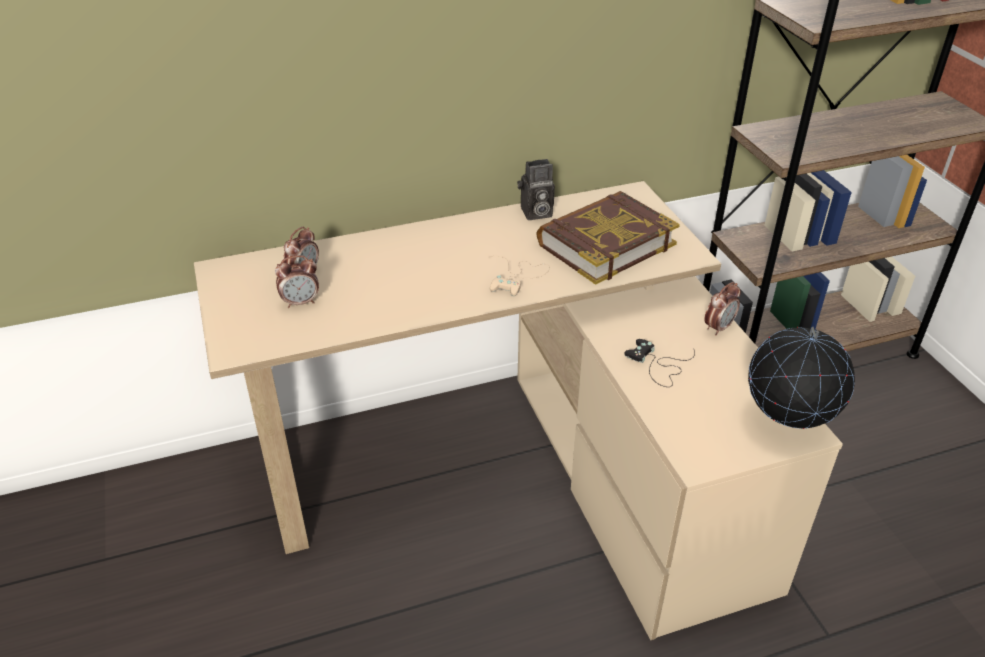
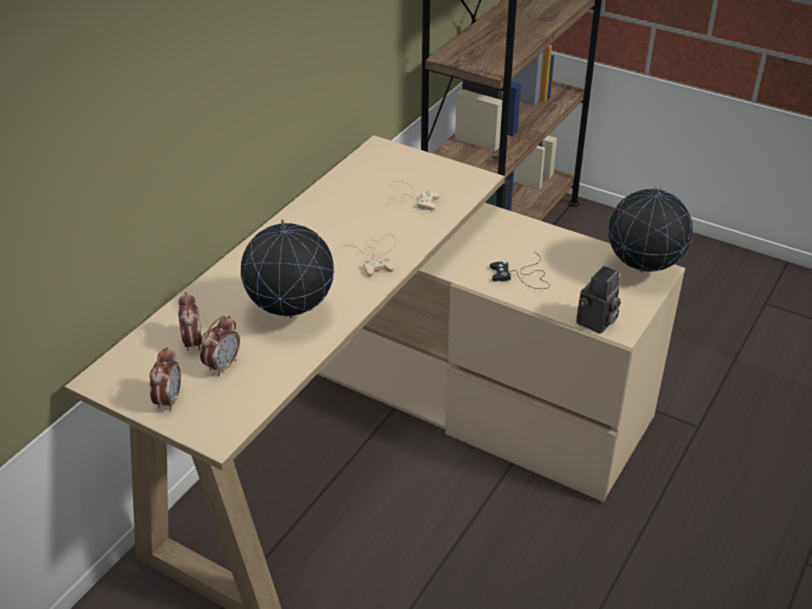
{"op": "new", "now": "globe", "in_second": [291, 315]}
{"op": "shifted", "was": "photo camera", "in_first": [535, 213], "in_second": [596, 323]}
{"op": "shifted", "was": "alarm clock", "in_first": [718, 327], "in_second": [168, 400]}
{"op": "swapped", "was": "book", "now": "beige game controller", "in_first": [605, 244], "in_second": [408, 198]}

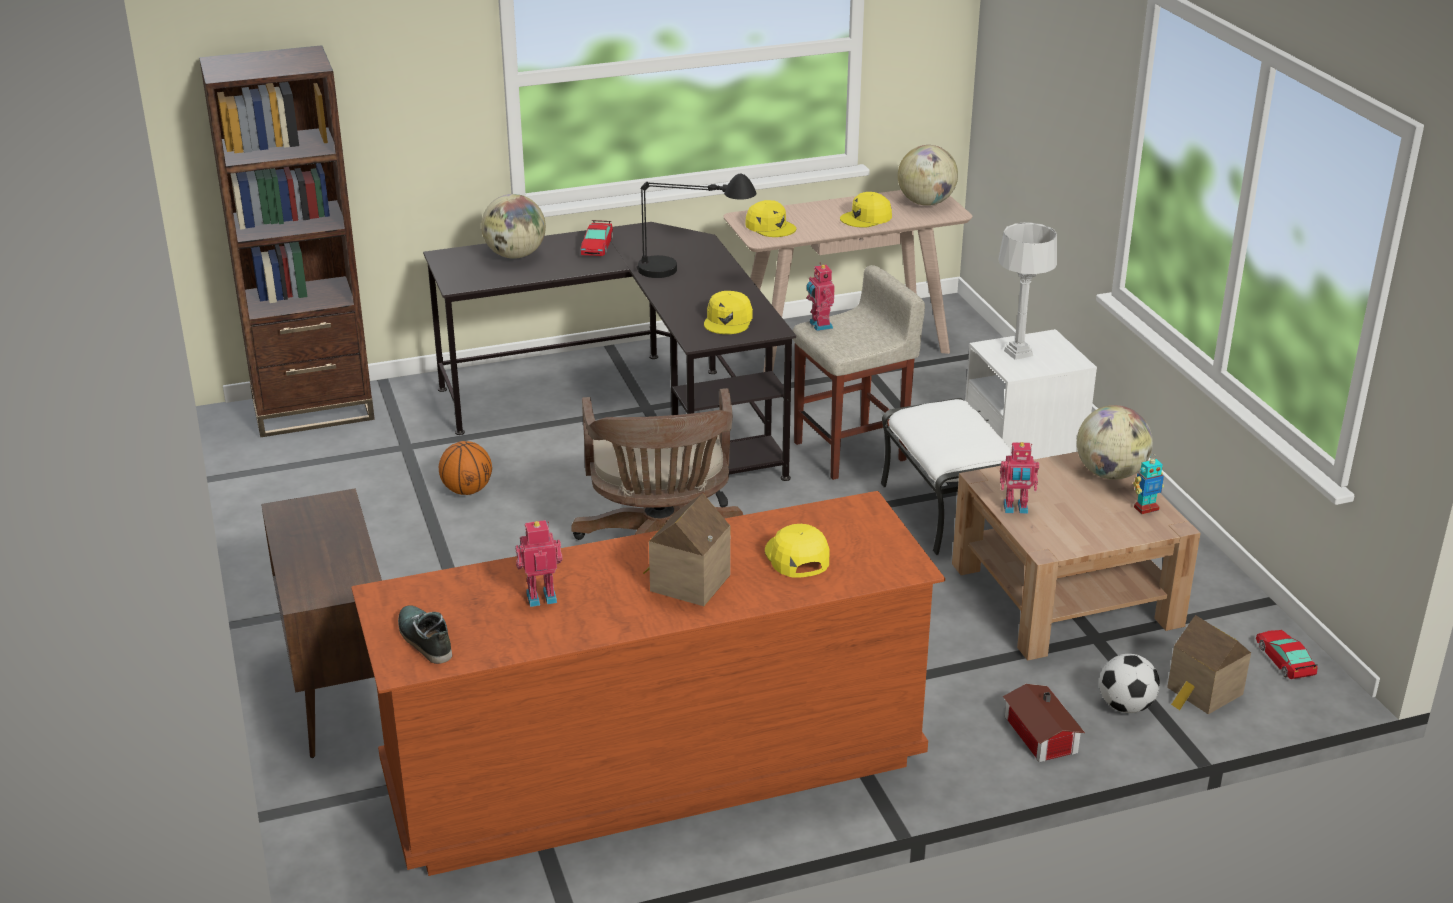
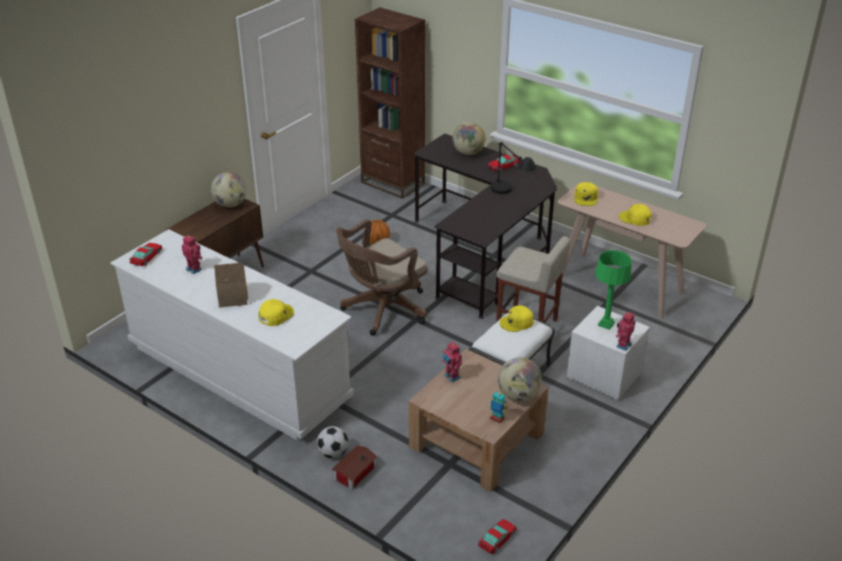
{"op": "gone", "was": "toy house", "in_first": [1203, 693]}
{"op": "shifted", "was": "yellow cap", "in_first": [728, 321], "in_second": [517, 322]}
{"op": "shifted", "was": "toy robot", "in_first": [819, 325], "in_second": [622, 345]}
{"op": "shifted", "was": "globe", "in_first": [926, 203], "in_second": [230, 204]}
{"op": "shifted", "was": "football", "in_first": [1126, 706], "in_second": [333, 453]}
{"op": "swapped", "was": "shoe", "now": "toy car", "in_first": [424, 639], "in_second": [146, 257]}
{"op": "repainted", "was": "brown dresser", "now": "white dresser", "in_first": [654, 768], "in_second": [238, 372]}
{"op": "repainted", "was": "grey table lamp", "now": "green table lamp", "in_first": [1018, 353], "in_second": [606, 324]}

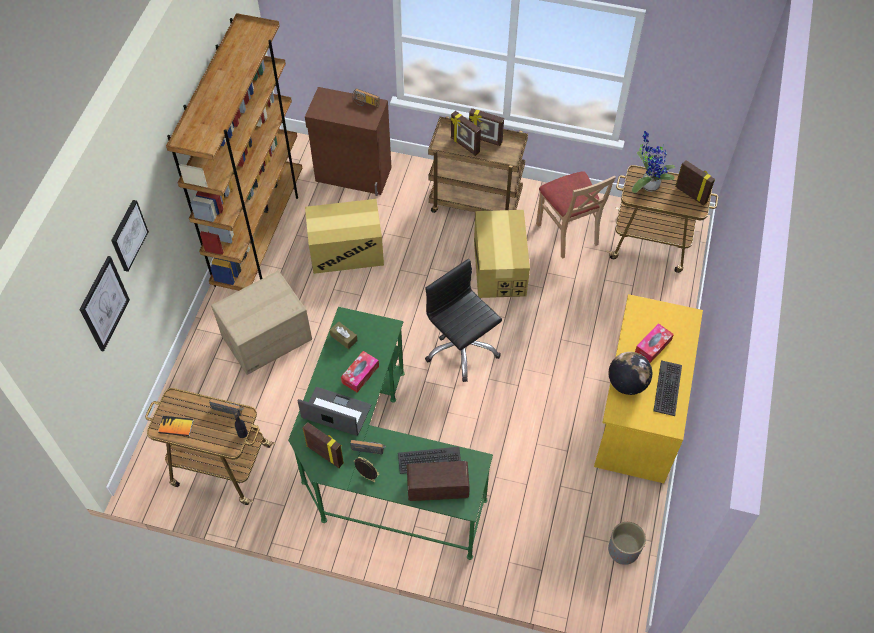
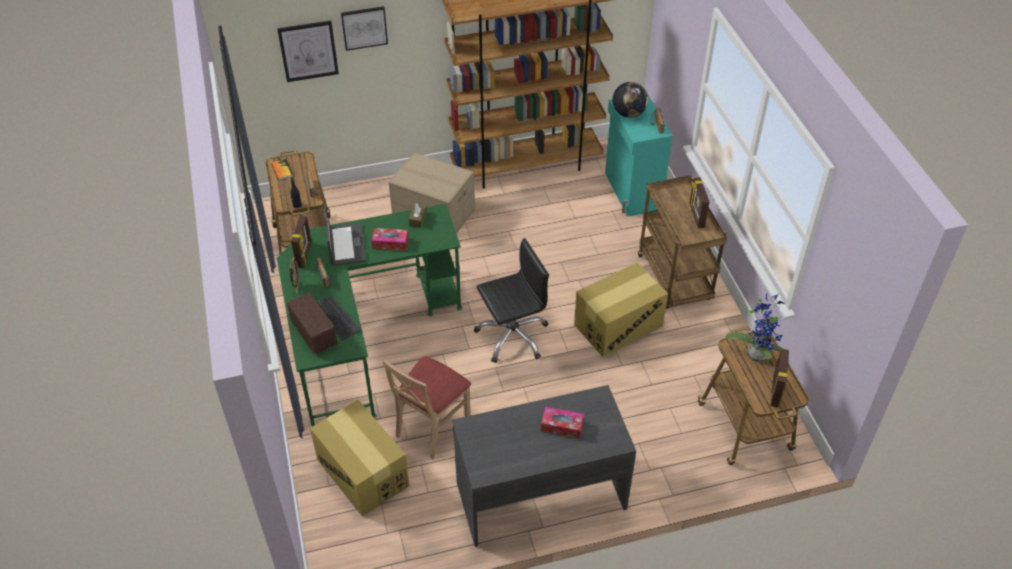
{"op": "gone", "was": "picture frame", "in_first": [464, 146]}
{"op": "gone", "was": "grey planter", "in_first": [623, 550]}
{"op": "gone", "was": "keyboard", "in_first": [668, 388]}
{"op": "shifted", "was": "cardboard box", "in_first": [346, 250], "in_second": [362, 472]}
{"op": "shifted", "was": "beige chair", "in_first": [568, 233], "in_second": [431, 428]}
{"op": "shifted", "was": "globe", "in_first": [627, 383], "in_second": [628, 113]}
{"op": "repainted", "was": "brown cabinet", "now": "turquoise cabinet", "in_first": [353, 175], "in_second": [631, 191]}
{"op": "repainted", "was": "yellow desk", "now": "grey desk", "in_first": [638, 411], "in_second": [540, 494]}
{"op": "rotated", "was": "black office chair", "in_first": [461, 348], "in_second": [512, 336], "clockwise": 45}

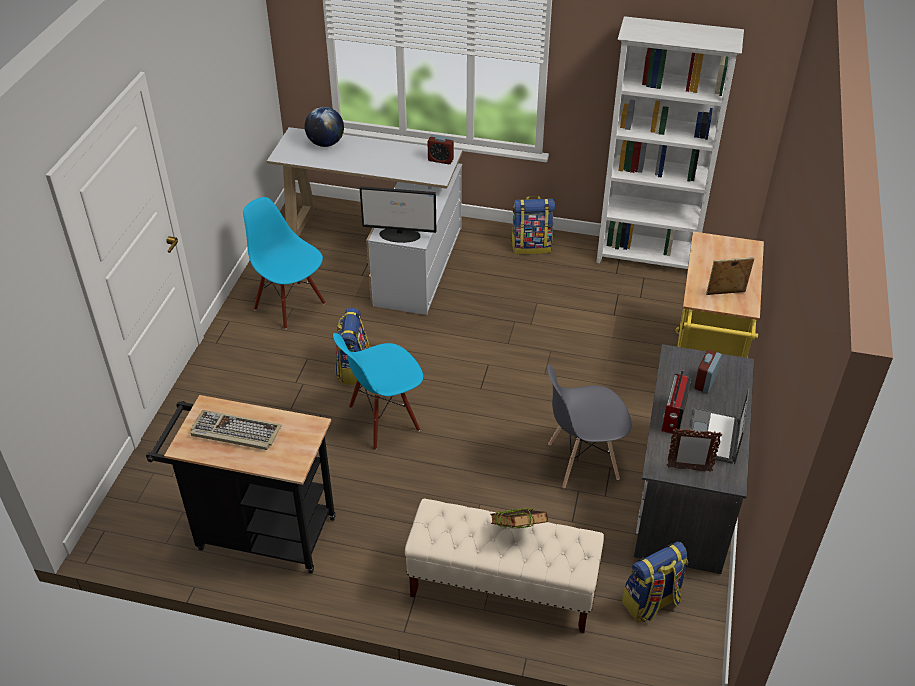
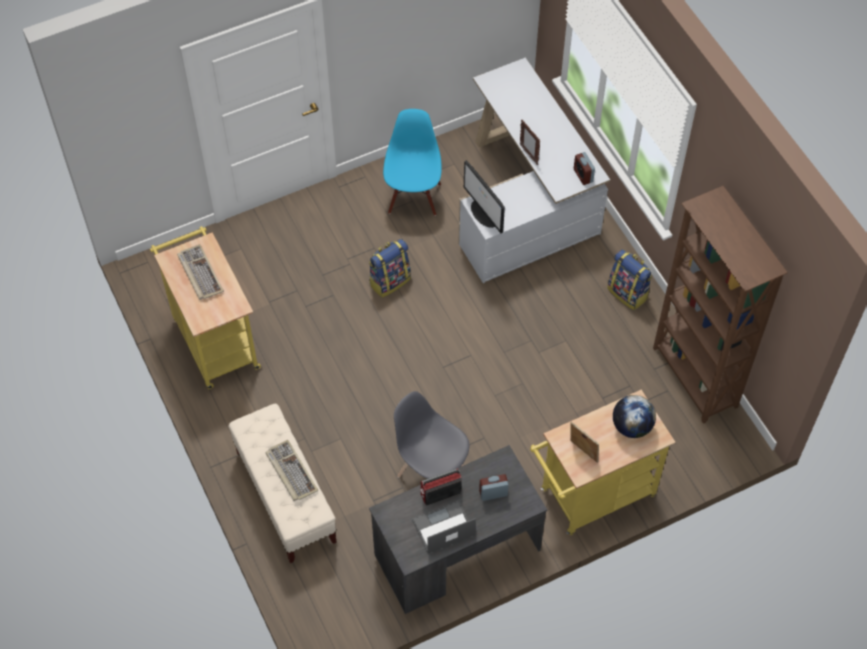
{"op": "gone", "was": "blue chair", "in_first": [383, 420]}
{"op": "gone", "was": "backpack", "in_first": [651, 603]}
{"op": "shifted", "was": "globe", "in_first": [326, 143], "in_second": [631, 426]}
{"op": "shifted", "was": "picture frame", "in_first": [688, 469], "in_second": [528, 154]}
{"op": "swapped", "was": "book", "now": "keyboard", "in_first": [517, 533], "in_second": [290, 472]}
{"op": "repainted", "was": "black cart", "now": "yellow cart", "in_first": [258, 533], "in_second": [213, 338]}
{"op": "repainted", "was": "white bookcase", "now": "brown bookcase", "in_first": [647, 258], "in_second": [694, 378]}

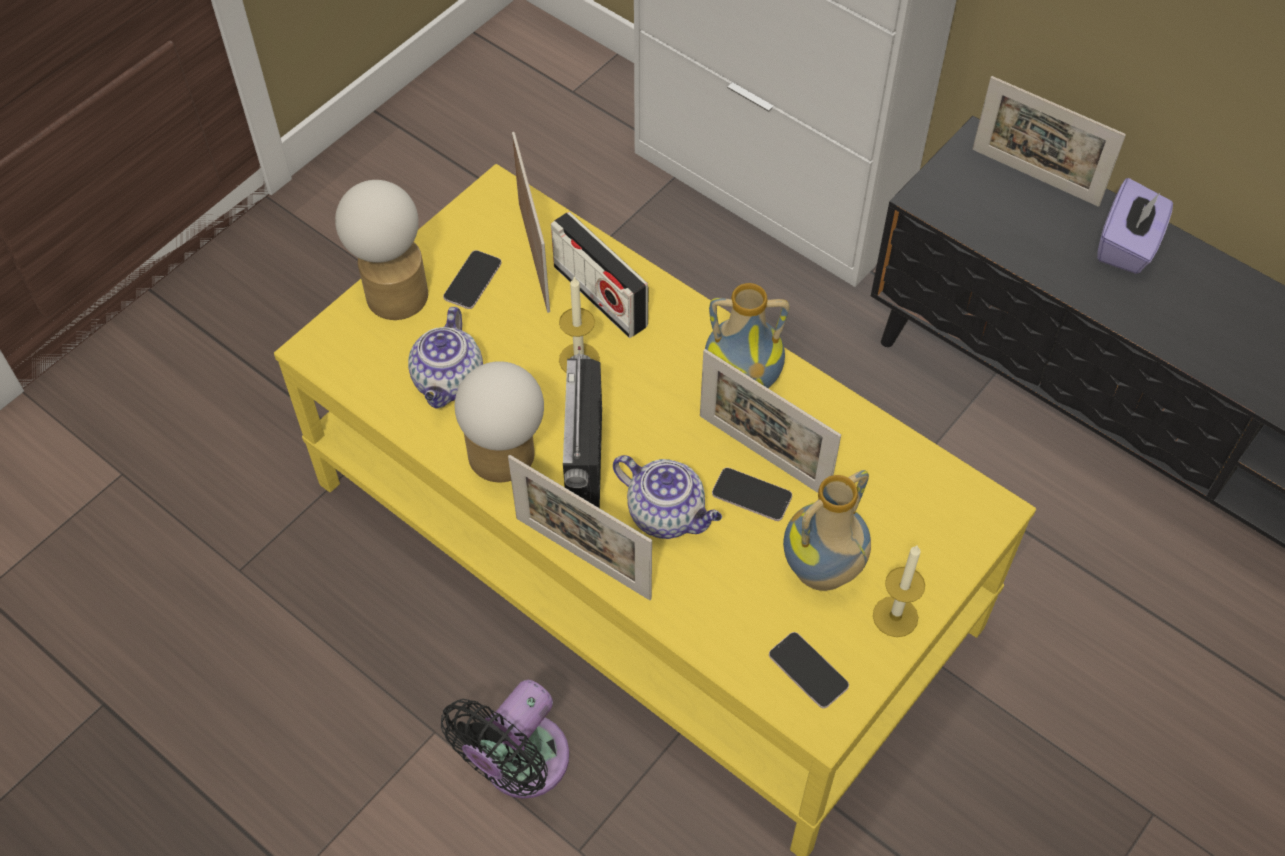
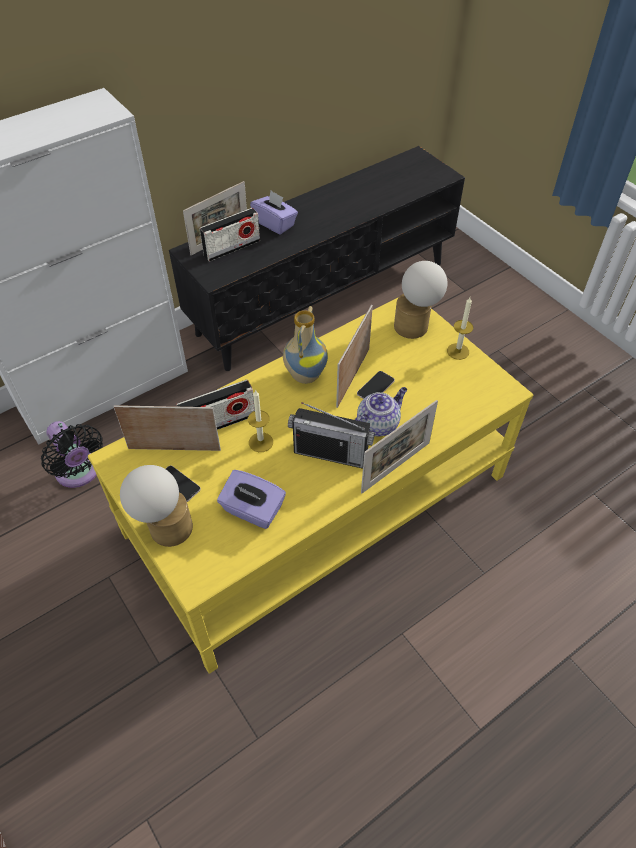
{"op": "gone", "was": "phone", "in_first": [808, 670]}
{"op": "gone", "was": "vase", "in_first": [822, 572]}
{"op": "new", "now": "radio", "in_second": [232, 248]}
{"op": "shifted", "was": "black fan", "in_first": [518, 764], "in_second": [79, 473]}
{"op": "shifted", "was": "table lamp", "in_first": [504, 463], "in_second": [416, 326]}
{"op": "swapped", "was": "teapot", "now": "purple tissue box", "in_first": [449, 382], "in_second": [252, 510]}
{"op": "rotated", "was": "picture frame", "in_first": [763, 456], "in_second": [353, 377], "clockwise": 150}

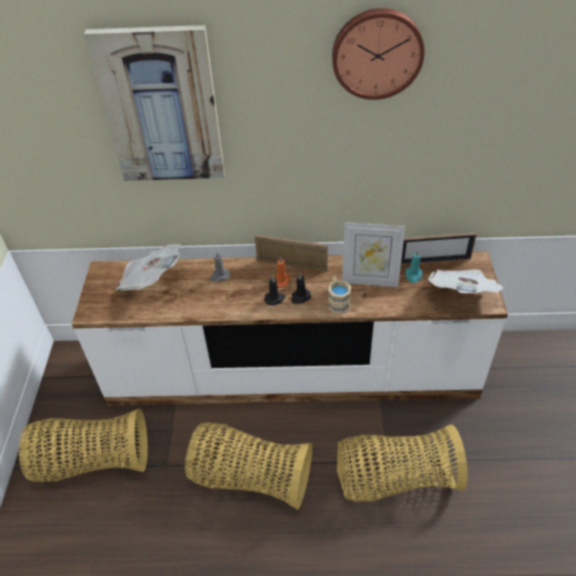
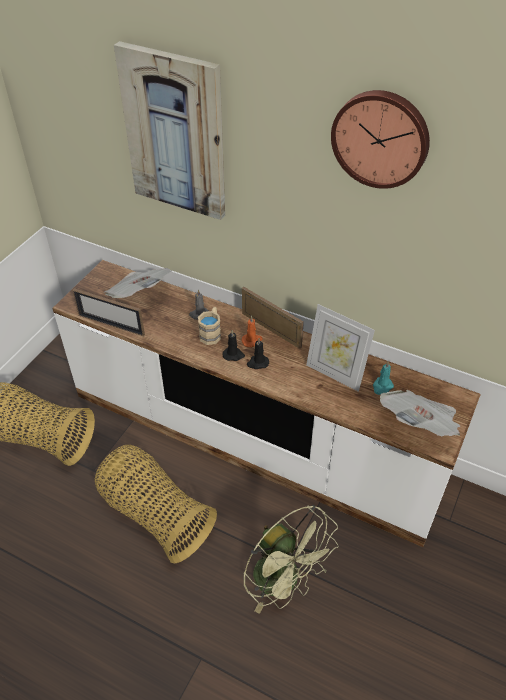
{"op": "shifted", "was": "beige mug", "in_first": [337, 302], "in_second": [211, 333]}
{"op": "shifted", "was": "picture frame", "in_first": [434, 261], "in_second": [111, 324]}
{"op": "swapped", "was": "basket", "now": "green fan", "in_first": [394, 478], "in_second": [284, 582]}

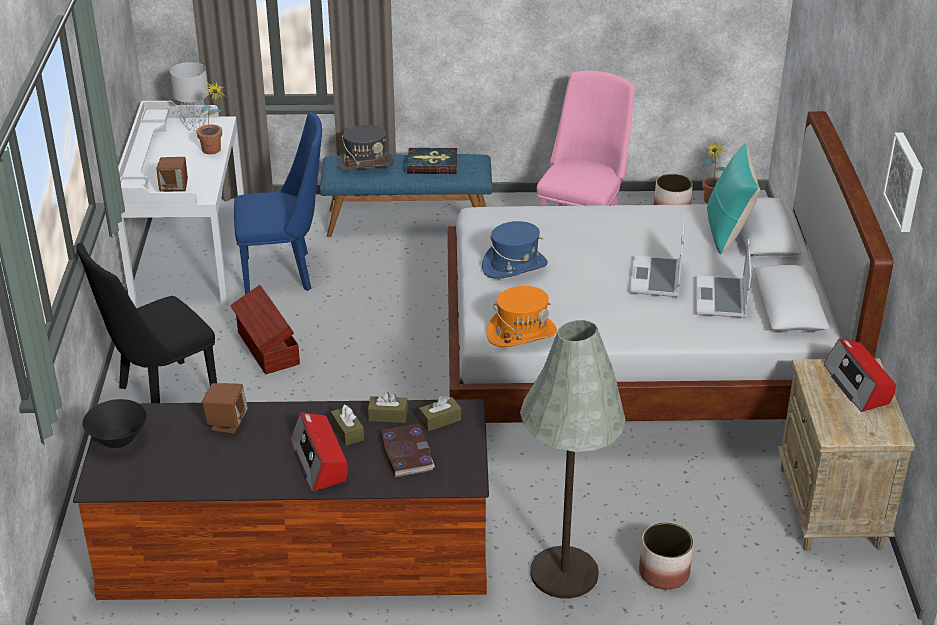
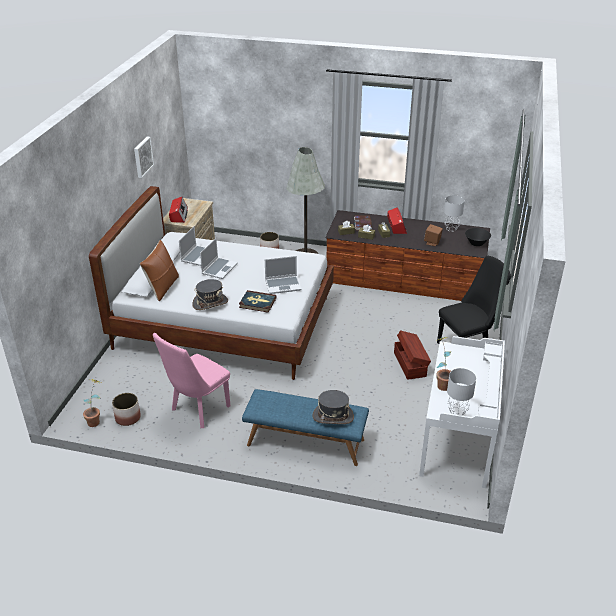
{"op": "gone", "was": "brown speaker", "in_first": [175, 190]}
{"op": "gone", "was": "blue chair", "in_first": [285, 272]}
{"op": "gone", "was": "orange hat", "in_first": [521, 333]}
{"op": "new", "now": "grey hat", "in_second": [210, 303]}
{"op": "new", "now": "grey table lamp", "in_second": [451, 229]}
{"op": "shifted", "was": "book", "in_first": [432, 164], "in_second": [257, 303]}
{"op": "swapped", "was": "blue hat", "now": "laptop", "in_first": [514, 266], "in_second": [283, 285]}
{"op": "repainted", "was": "turquoise pillow", "now": "brown pillow", "in_first": [727, 231], "in_second": [162, 288]}

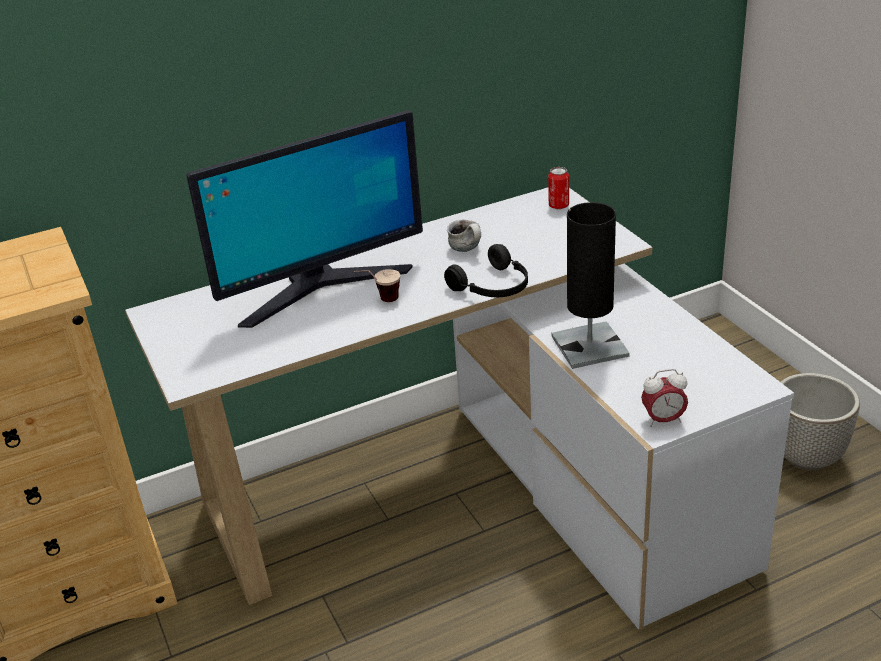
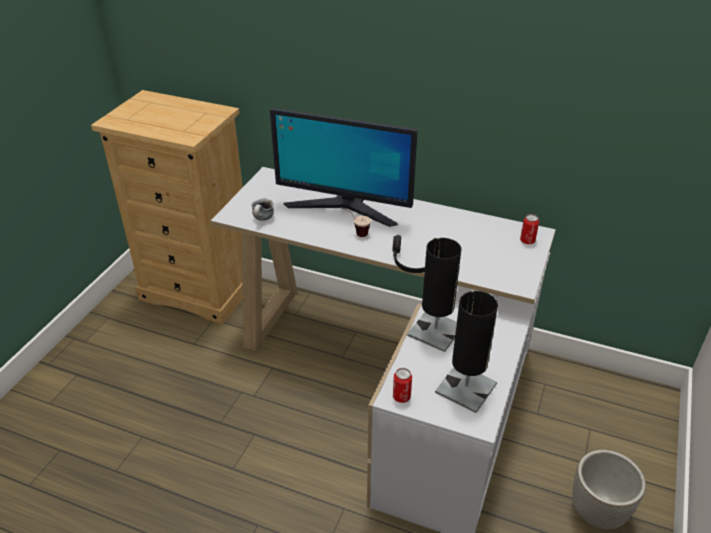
{"op": "new", "now": "black table lamp", "in_second": [466, 388]}
{"op": "shifted", "was": "mug", "in_first": [468, 249], "in_second": [263, 219]}
{"op": "swapped", "was": "alarm clock", "now": "can", "in_first": [663, 420], "in_second": [401, 397]}

